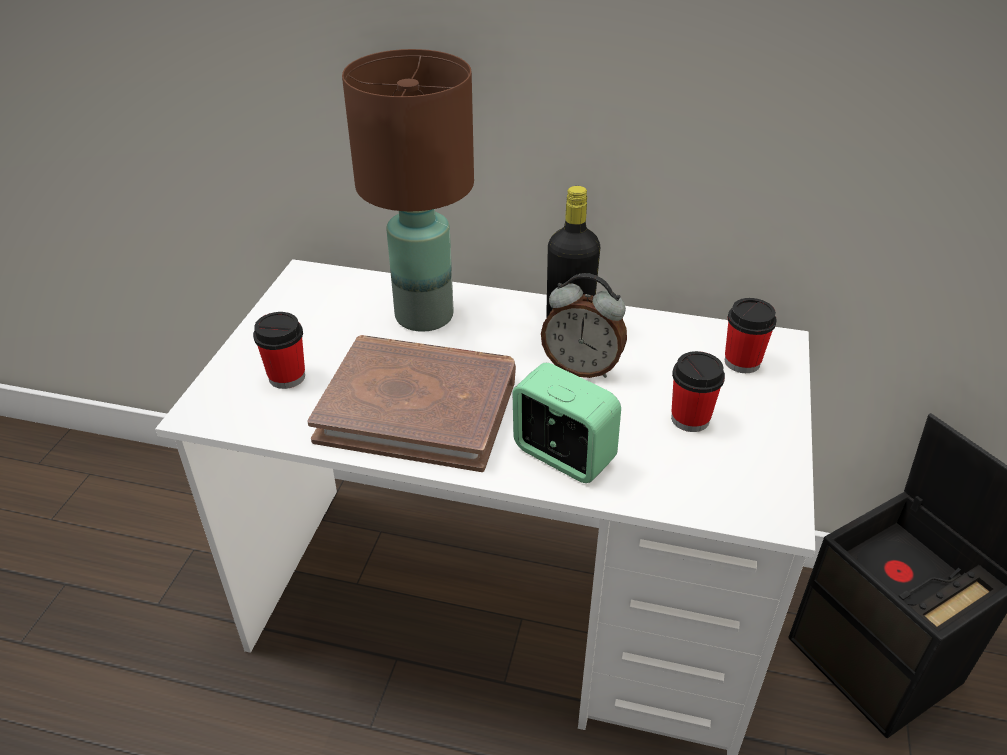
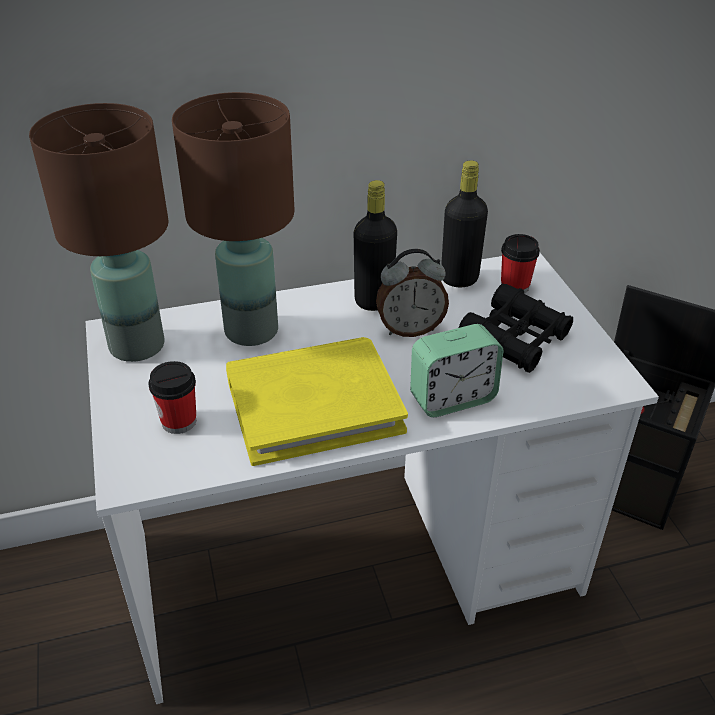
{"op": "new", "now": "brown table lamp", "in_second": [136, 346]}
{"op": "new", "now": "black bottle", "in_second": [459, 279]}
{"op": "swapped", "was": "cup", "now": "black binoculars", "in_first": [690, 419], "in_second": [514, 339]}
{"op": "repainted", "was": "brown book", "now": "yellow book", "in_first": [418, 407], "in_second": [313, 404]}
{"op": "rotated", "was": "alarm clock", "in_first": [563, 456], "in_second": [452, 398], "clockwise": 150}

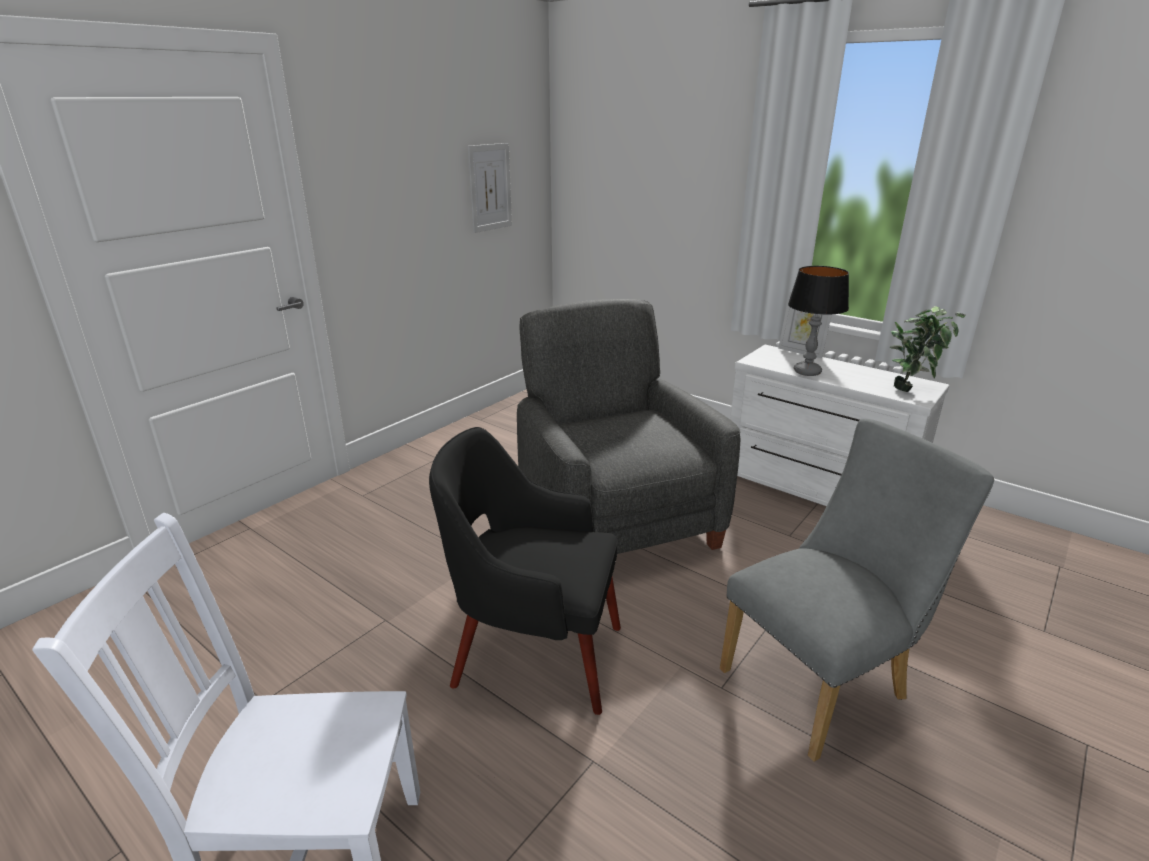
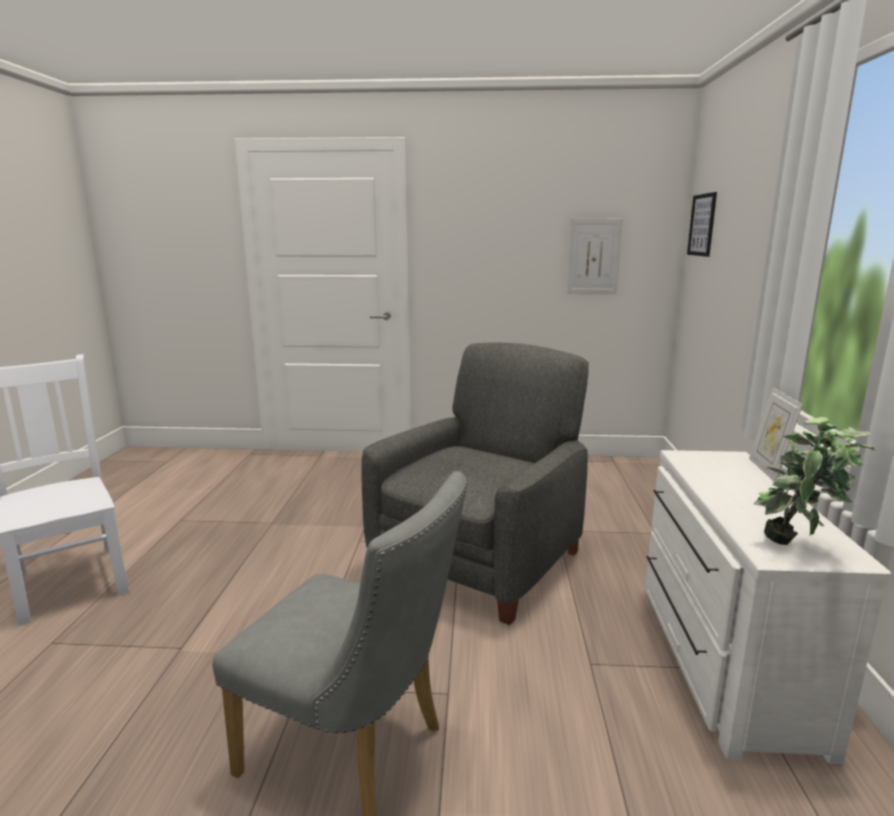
{"op": "gone", "was": "black armchair", "in_first": [533, 654]}
{"op": "gone", "was": "table lamp", "in_first": [807, 372]}
{"op": "new", "now": "picture", "in_second": [702, 225]}

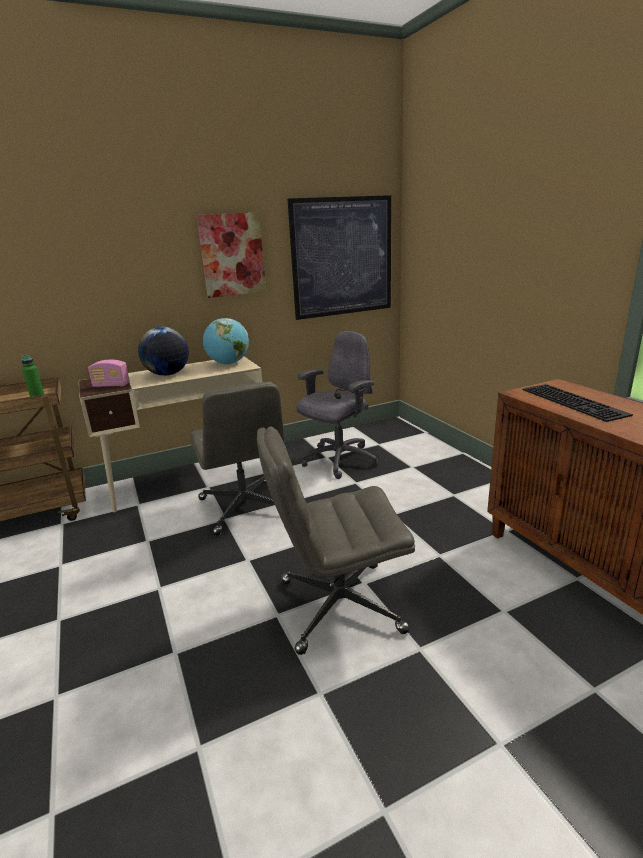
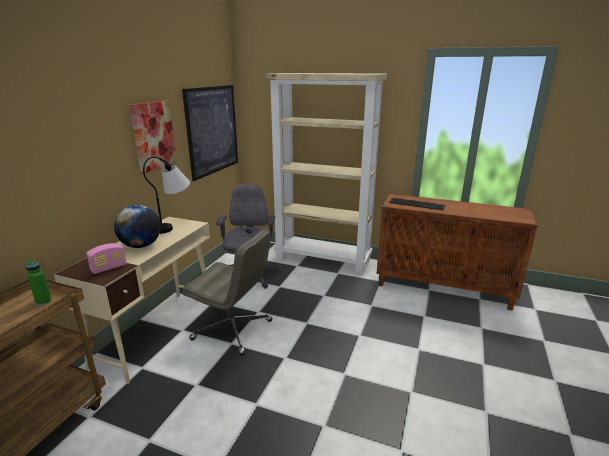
{"op": "gone", "was": "grey office chair", "in_first": [338, 606]}
{"op": "new", "now": "beige bookcase", "in_second": [323, 260]}
{"op": "swapped", "was": "globe", "now": "table lamp", "in_first": [228, 363], "in_second": [174, 225]}

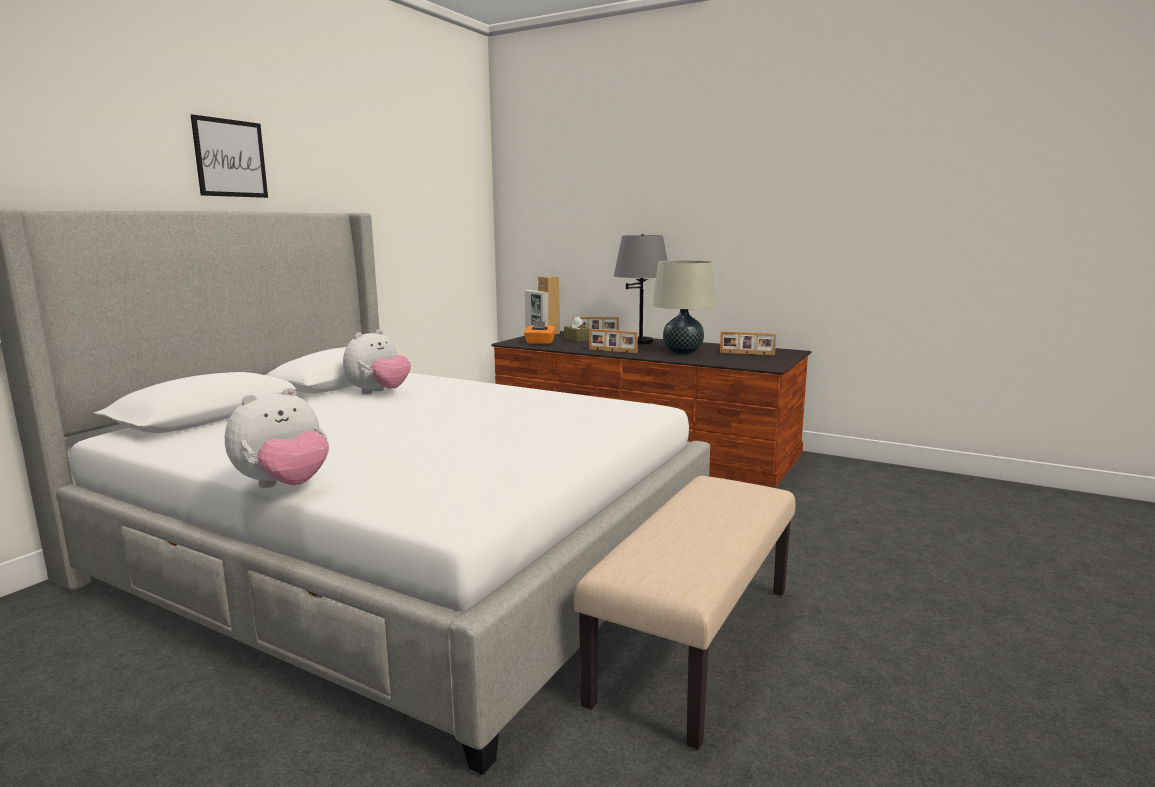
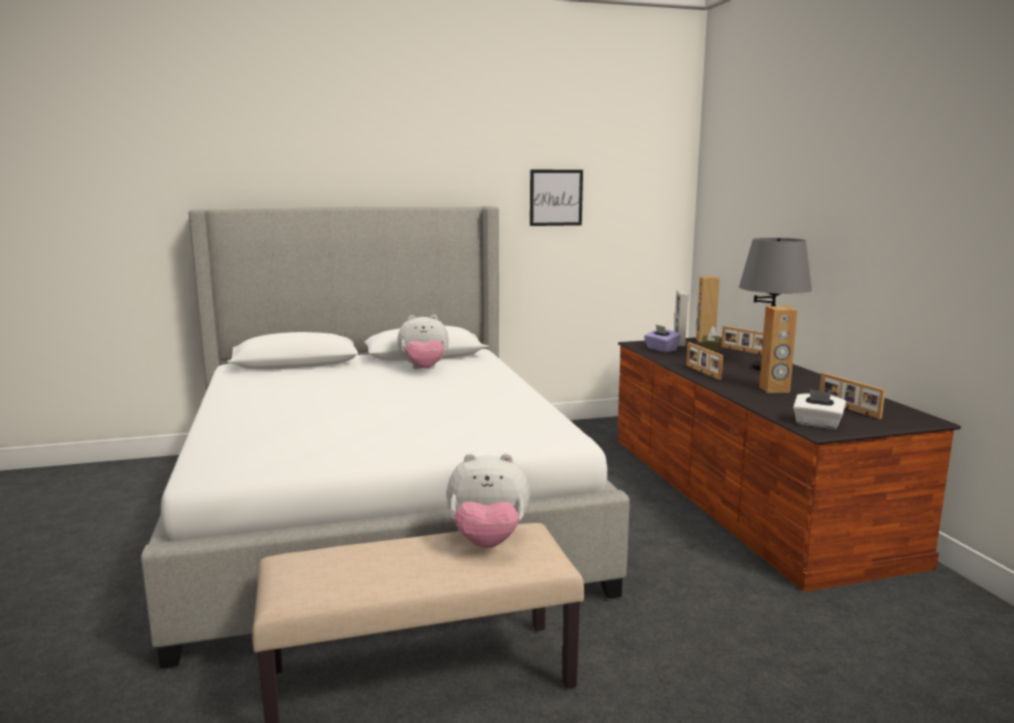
{"op": "new", "now": "white tissue box", "in_second": [817, 424]}
{"op": "shifted", "was": "picture", "in_first": [230, 158], "in_second": [556, 197]}
{"op": "shifted", "was": "plush toy", "in_first": [284, 486], "in_second": [487, 541]}
{"op": "swapped", "was": "beige table lamp", "now": "brown speaker", "in_first": [682, 352], "in_second": [774, 389]}
{"op": "repainted", "was": "orange tissue box", "now": "purple tissue box", "in_first": [540, 343], "in_second": [661, 349]}

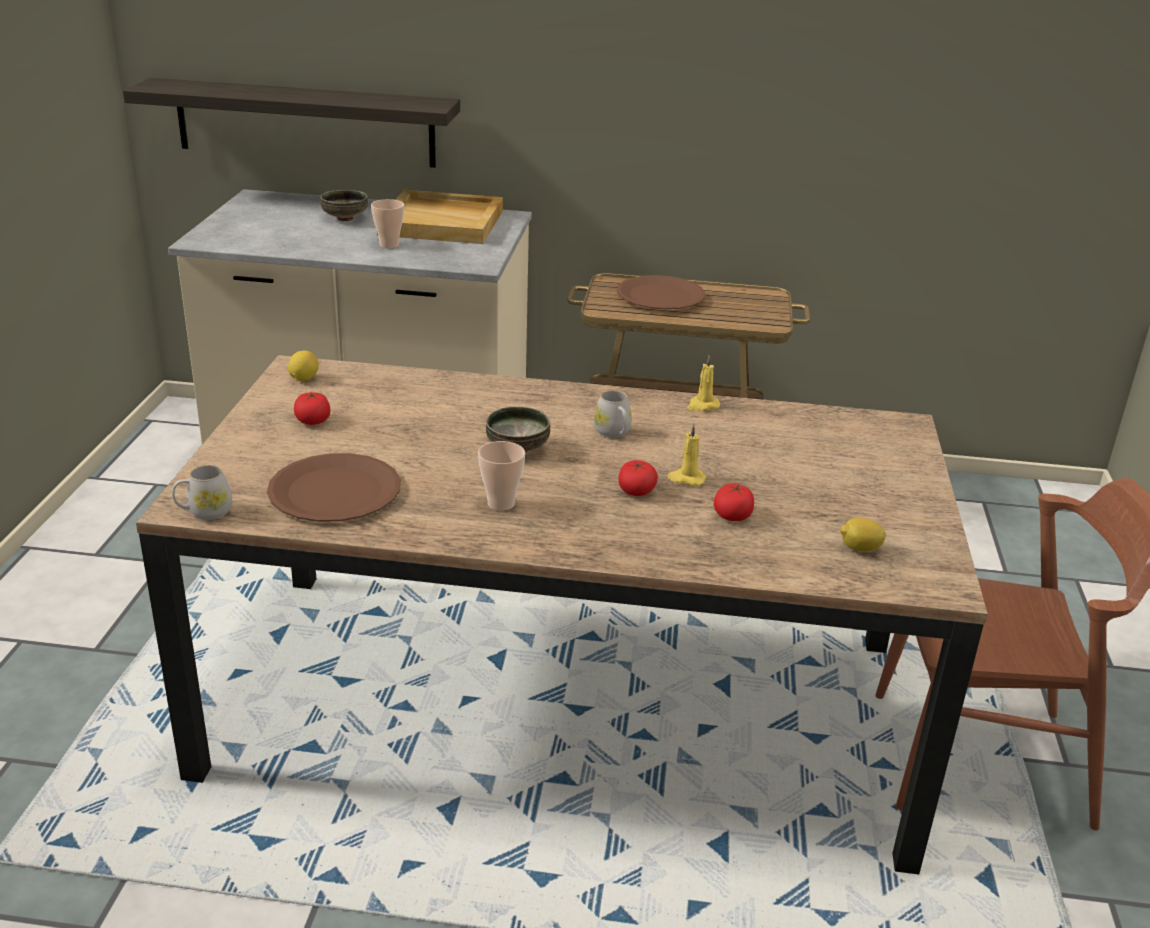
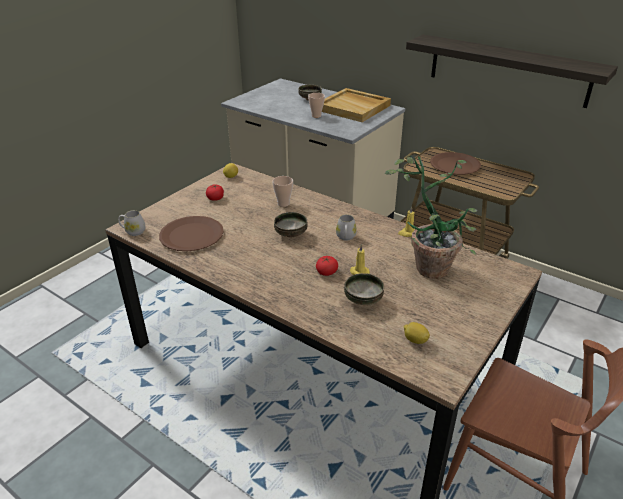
{"op": "new", "now": "potted plant", "in_second": [432, 263]}
{"op": "shifted", "was": "shelf", "in_first": [305, 123], "in_second": [508, 70]}
{"op": "shifted", "was": "cup", "in_first": [501, 504], "in_second": [283, 204]}
{"op": "swapped", "was": "tomato", "now": "bowl", "in_first": [732, 515], "in_second": [363, 300]}

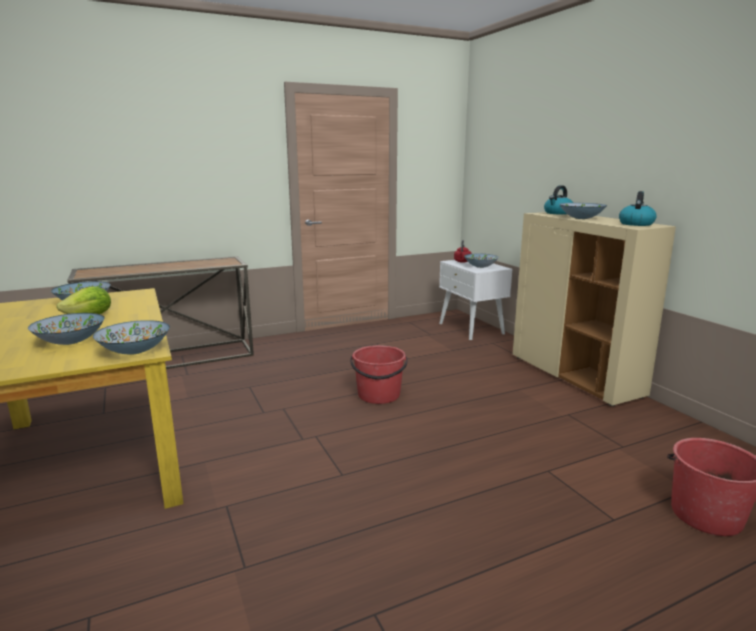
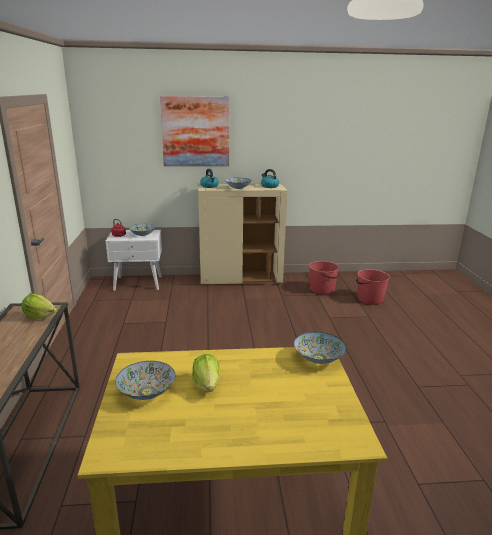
{"op": "gone", "was": "bowl", "in_first": [71, 341]}
{"op": "new", "now": "lettuce", "in_second": [39, 316]}
{"op": "new", "now": "picture", "in_second": [195, 132]}
{"op": "shifted", "was": "red bucket", "in_first": [379, 395], "in_second": [322, 289]}

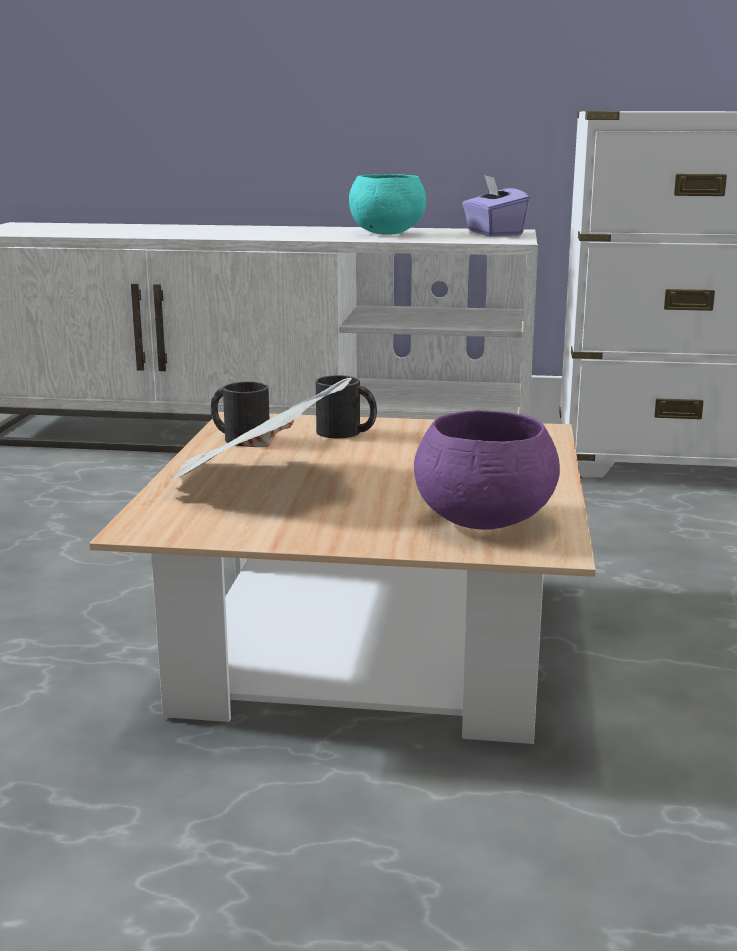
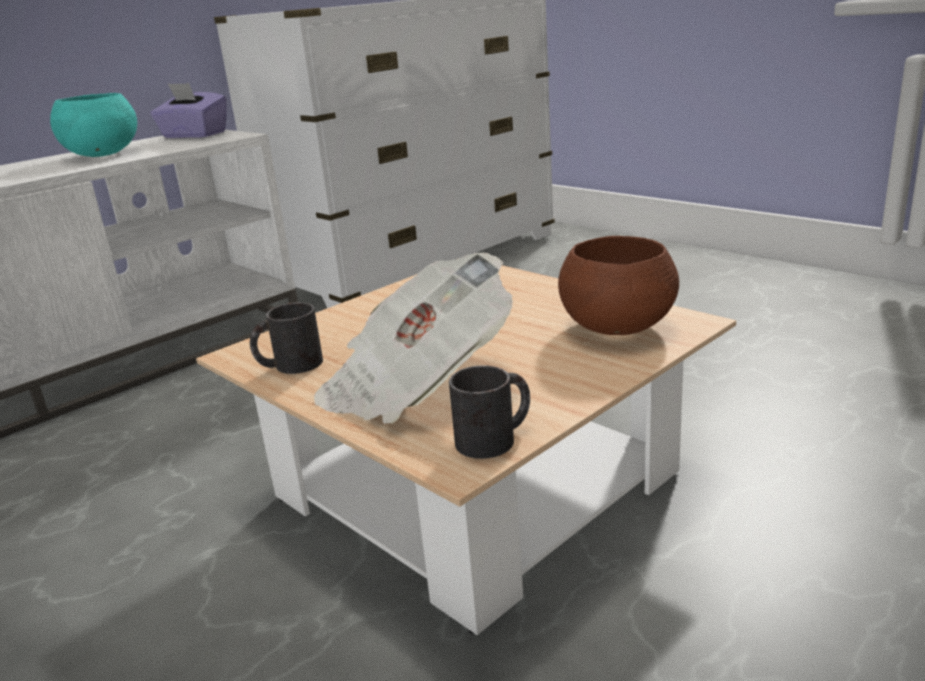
{"op": "shifted", "was": "black mug", "in_first": [347, 433], "in_second": [495, 438]}
{"op": "repainted", "was": "purple bowl", "now": "brown bowl", "in_first": [482, 521], "in_second": [616, 328]}

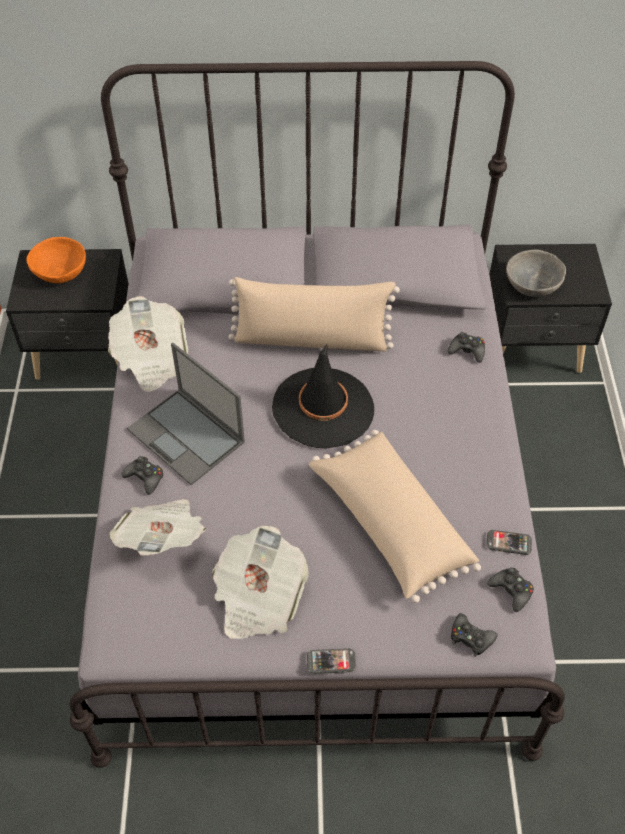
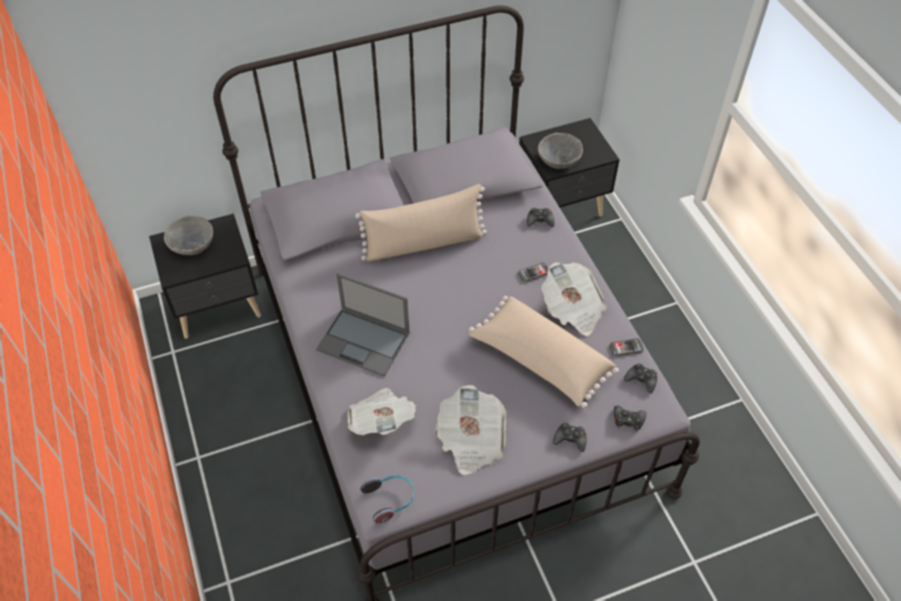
{"op": "gone", "was": "black hat", "in_first": [323, 408]}
{"op": "new", "now": "headphones", "in_second": [390, 500]}
{"op": "shifted", "was": "newspaper", "in_first": [151, 359], "in_second": [572, 309]}
{"op": "shifted", "was": "black game controller", "in_first": [145, 477], "in_second": [570, 439]}
{"op": "shifted", "was": "phone", "in_first": [331, 661], "in_second": [533, 273]}
{"op": "repainted", "was": "orange bowl", "now": "grey bowl", "in_first": [60, 272], "in_second": [191, 245]}

